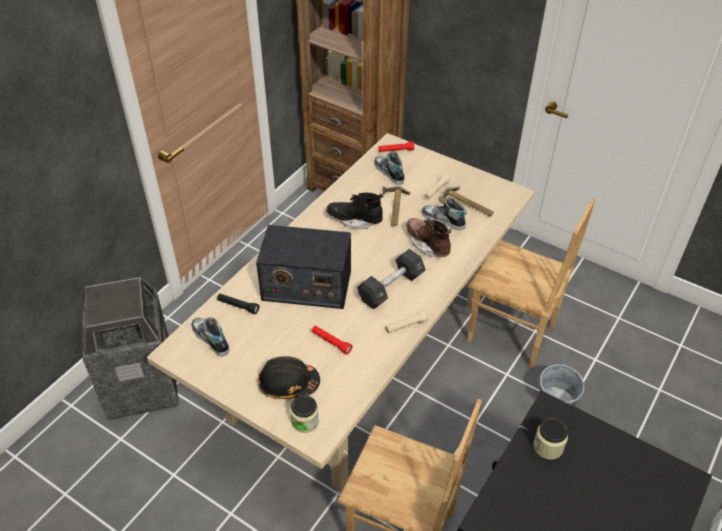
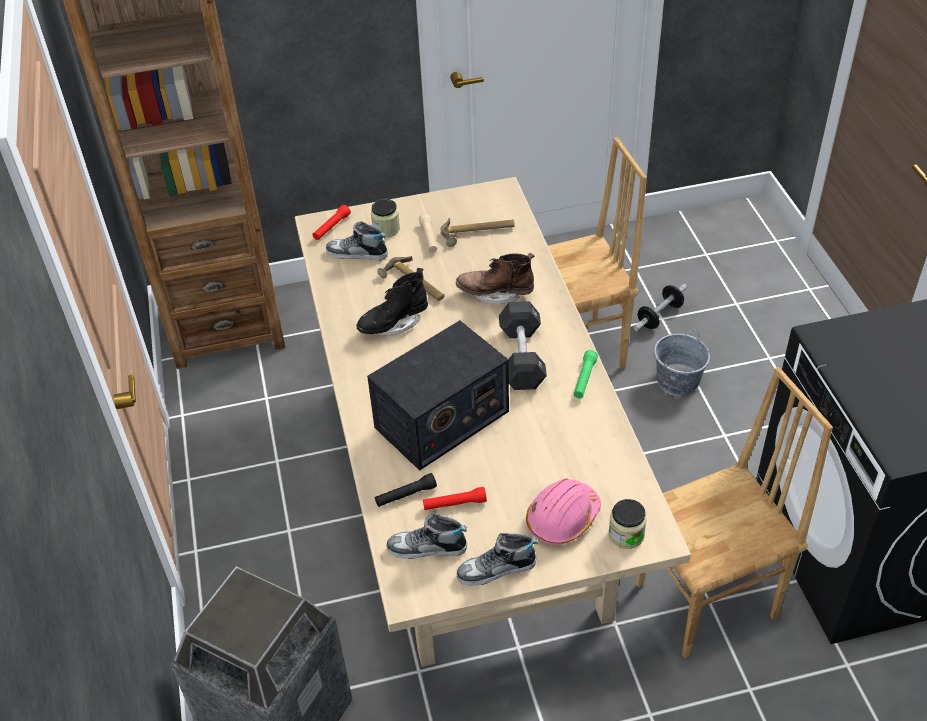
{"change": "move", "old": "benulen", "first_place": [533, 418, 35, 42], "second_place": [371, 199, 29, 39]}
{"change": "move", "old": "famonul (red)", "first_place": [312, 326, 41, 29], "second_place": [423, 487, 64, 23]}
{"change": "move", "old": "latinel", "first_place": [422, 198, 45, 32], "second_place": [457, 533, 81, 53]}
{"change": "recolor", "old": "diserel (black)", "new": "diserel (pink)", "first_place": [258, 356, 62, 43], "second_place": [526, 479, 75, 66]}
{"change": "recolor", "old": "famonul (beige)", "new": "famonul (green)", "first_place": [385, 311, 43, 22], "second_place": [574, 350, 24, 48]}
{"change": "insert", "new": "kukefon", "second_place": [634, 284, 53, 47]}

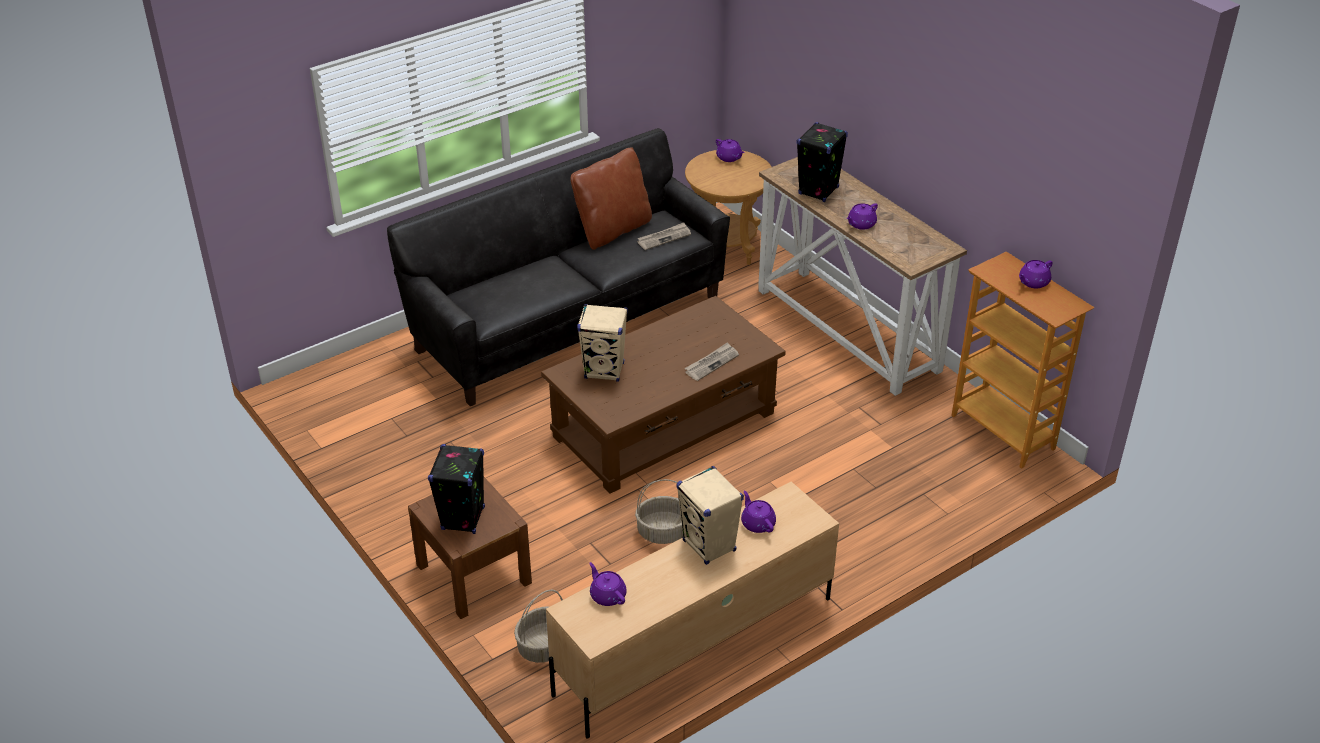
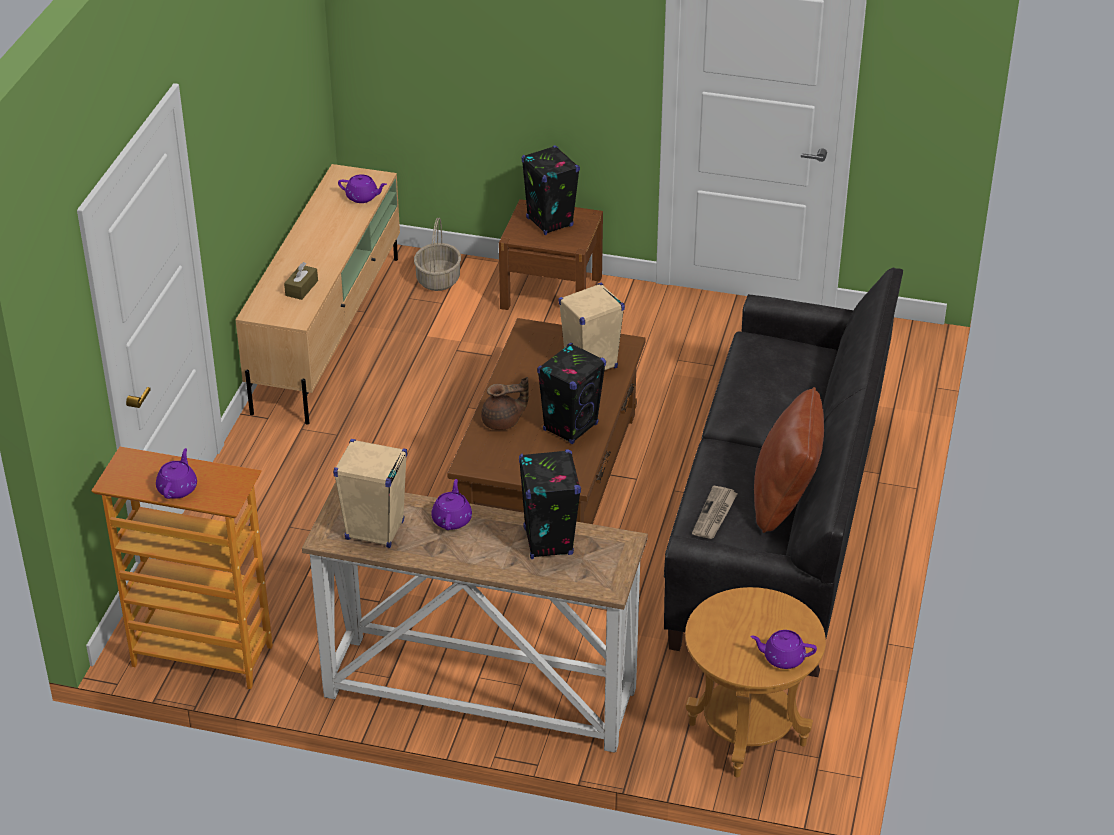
{"change": "replace", "old": "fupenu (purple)", "new": "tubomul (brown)", "first_place": [741, 491, 35, 42], "second_place": [284, 262, 34, 38]}
{"change": "move", "old": "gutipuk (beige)", "first_place": [676, 466, 68, 99], "second_place": [333, 439, 74, 109]}
{"change": "replace", "old": "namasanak", "new": "fupenu (brown)", "first_place": [685, 342, 54, 39], "second_place": [481, 377, 48, 53]}
{"change": "insert", "new": "gutipuk (black)", "second_place": [537, 343, 69, 101]}
{"change": "delete", "old": "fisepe", "first_place": [635, 479, 48, 65]}

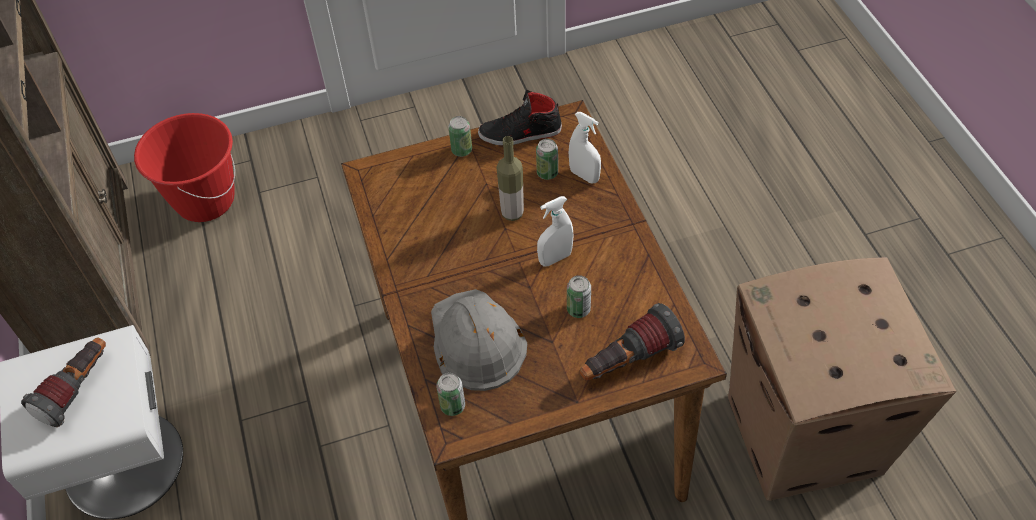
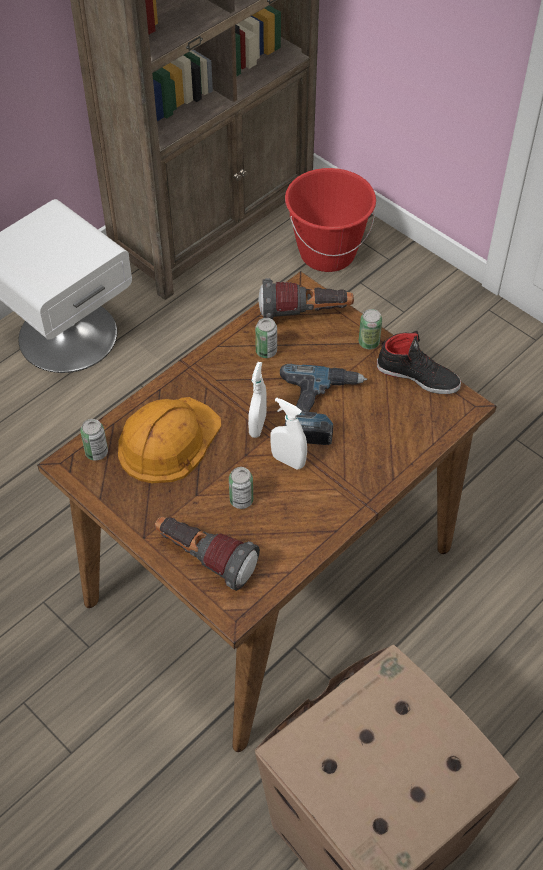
{"change": "recolor", "old": "diserel (grey)", "new": "diserel (orange)", "first_place": [431, 289, 96, 102], "second_place": [118, 397, 103, 86]}
{"change": "move", "old": "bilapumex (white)", "first_place": [569, 112, 32, 72], "second_place": [248, 362, 19, 76]}
{"change": "move", "old": "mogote", "first_place": [536, 139, 22, 41], "second_place": [255, 318, 22, 40]}
{"change": "move", "old": "famonul", "first_place": [21, 337, 85, 90], "second_place": [258, 278, 96, 41]}
{"change": "replace", "old": "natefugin", "new": "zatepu", "first_place": [496, 136, 28, 85], "second_place": [280, 363, 87, 82]}
{"change": "rotate", "old": "latinel (black)", "first_place": [478, 90, 84, 55], "second_place": [377, 331, 84, 63], "degrees": 150}

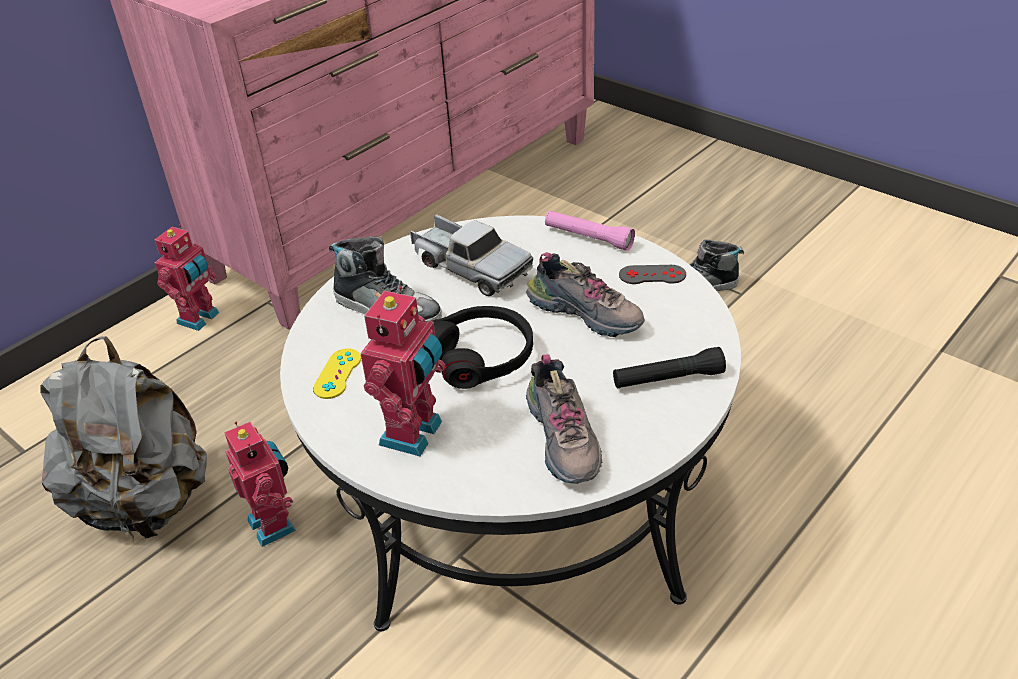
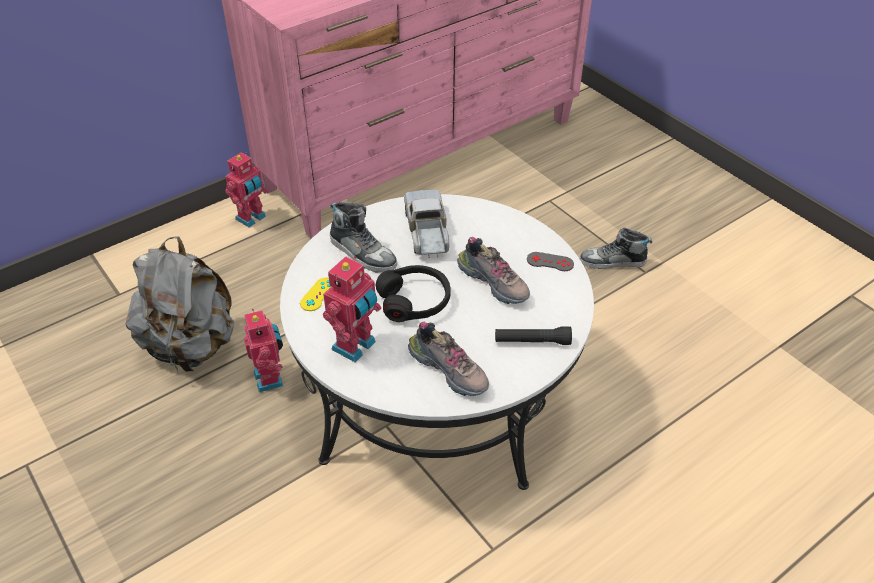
{"change": "rotate", "old": "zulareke", "first_place": [410, 214, 123, 82], "second_place": [404, 190, 45, 68], "degrees": -150}
{"change": "rotate", "old": "latinel", "first_place": [526, 354, 76, 130], "second_place": [408, 322, 81, 74], "degrees": -45}
{"change": "delete", "old": "famonul (pink)", "first_place": [545, 210, 90, 41]}

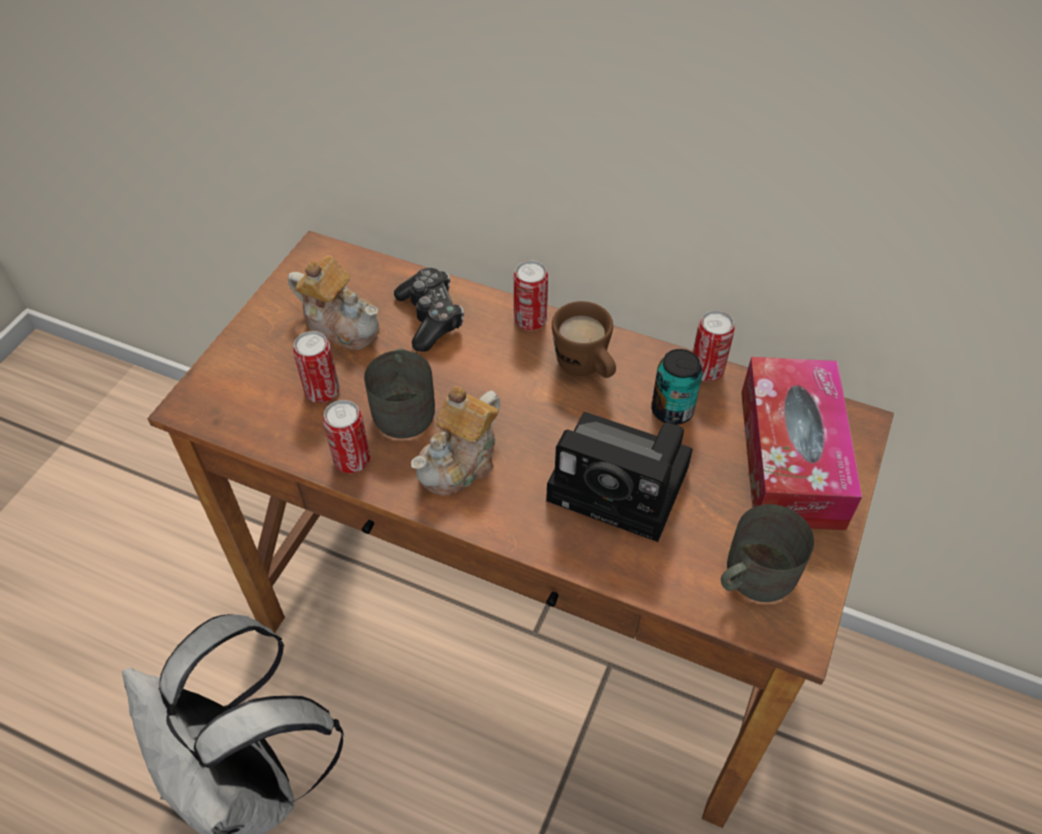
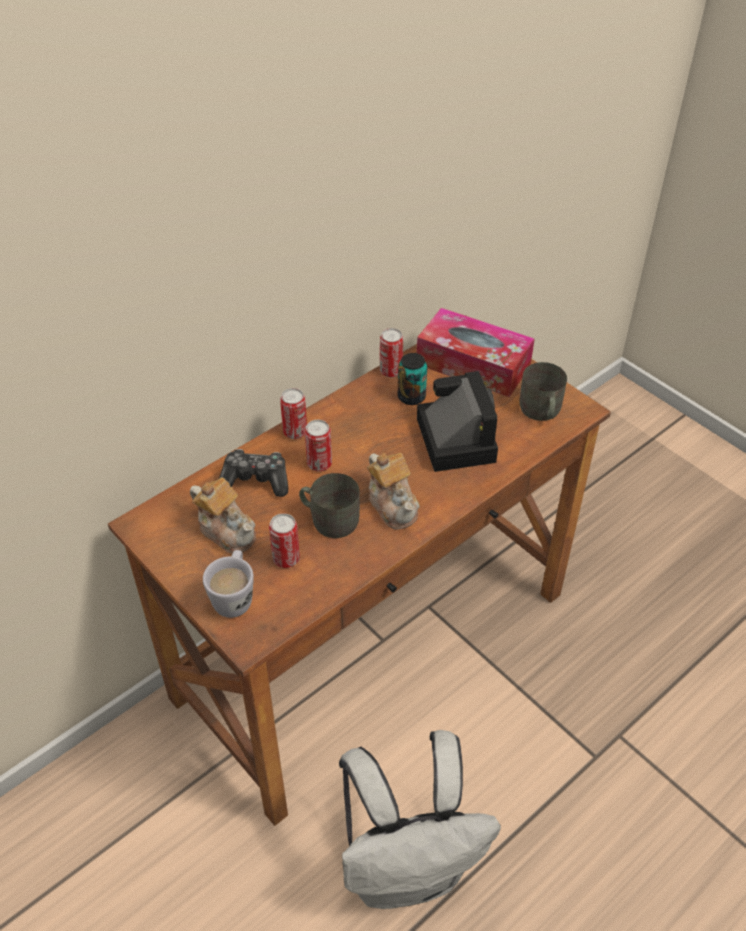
{"change": "rotate", "old": "fupenu", "first_place": [288, 255, 91, 95], "second_place": [190, 477, 66, 76], "degrees": 75}
{"change": "insert", "new": "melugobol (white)", "second_place": [203, 550, 51, 68]}
{"change": "move", "old": "mogote", "first_place": [323, 400, 47, 73], "second_place": [305, 420, 27, 52]}
{"change": "rotate", "old": "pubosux", "first_place": [546, 412, 147, 130], "second_place": [417, 371, 81, 101], "degrees": -60}
{"change": "delete", "old": "melugobol (brown)", "first_place": [552, 301, 64, 77]}

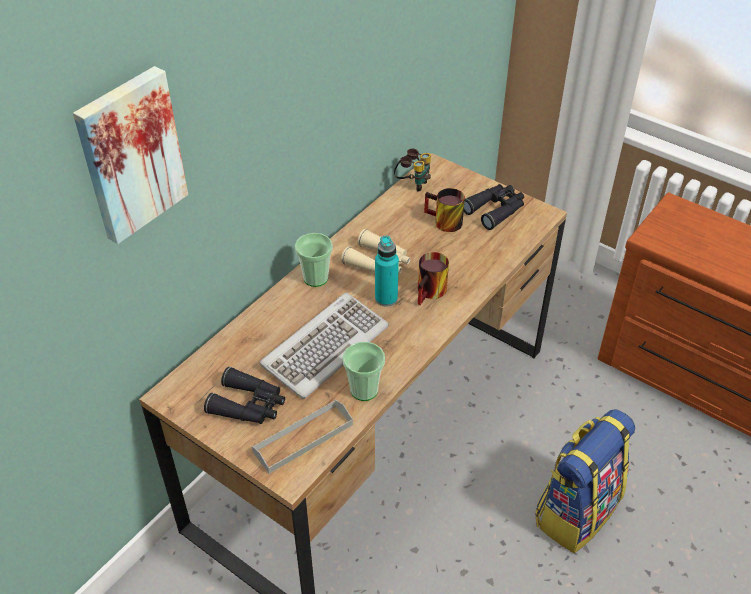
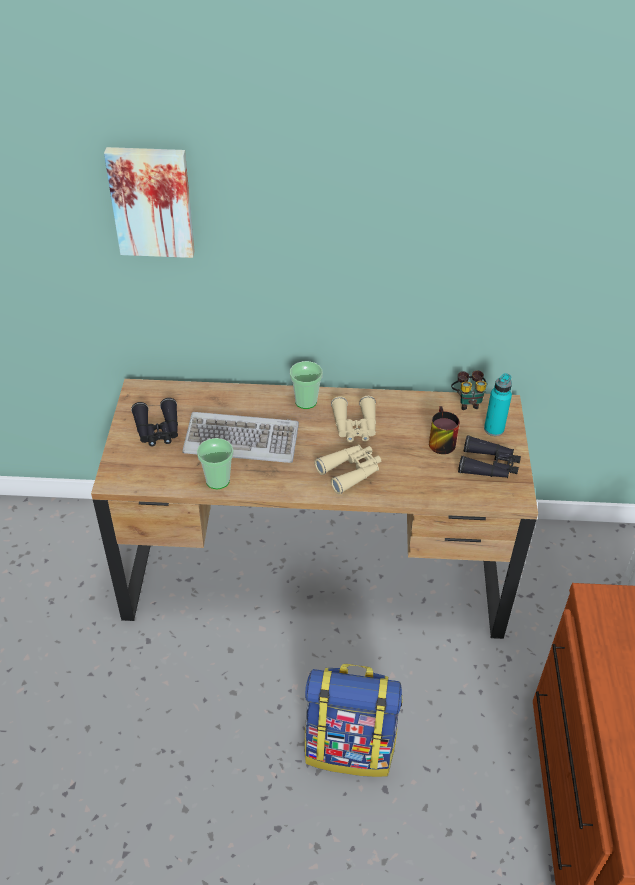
{"change": "replace", "old": "melugobol", "new": "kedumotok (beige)", "first_place": [418, 252, 31, 53], "second_place": [314, 444, 67, 50]}
{"change": "move", "old": "natefugin (turquoise)", "first_place": [375, 236, 24, 71], "second_place": [484, 373, 28, 63]}
{"change": "delete", "old": "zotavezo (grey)", "first_place": [252, 399, 101, 75]}

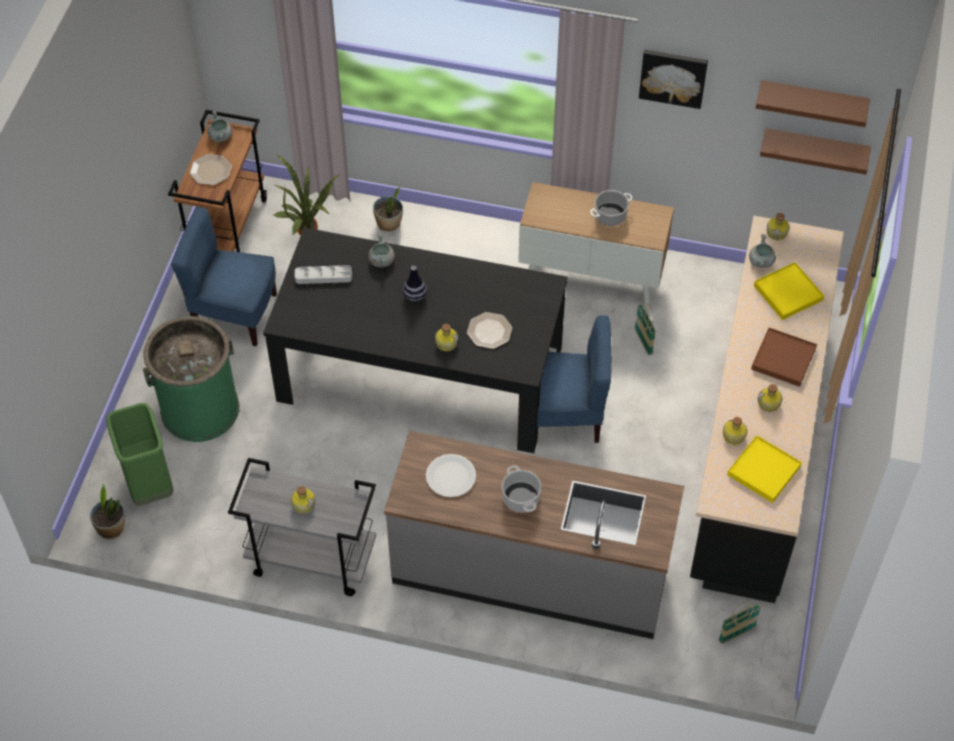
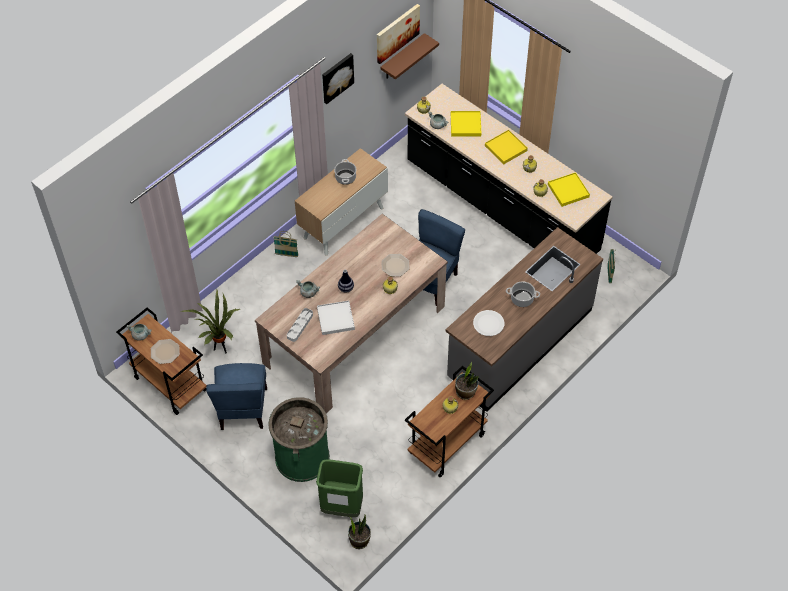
{"change": "rotate", "old": "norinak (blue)", "first_place": [171, 207, 106, 139], "second_place": [206, 363, 61, 67], "degrees": -45}
{"change": "recolor", "old": "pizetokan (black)", "new": "pizetokan (beige)", "first_place": [263, 227, 305, 226], "second_place": [255, 214, 193, 199]}
{"change": "move", "old": "fisepe", "first_place": [634, 303, 22, 52], "second_place": [273, 231, 26, 26]}
{"change": "insert", "new": "zotavezo (white)", "second_place": [317, 301, 38, 34]}
{"change": "replace", "old": "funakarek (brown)", "new": "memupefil", "first_place": [756, 80, 114, 47], "second_place": [377, 4, 43, 60]}
{"change": "recolor", "old": "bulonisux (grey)", "new": "bulonisux (brown)", "first_place": [228, 458, 148, 138], "second_place": [405, 366, 89, 112]}
{"change": "move", "old": "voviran", "first_place": [373, 187, 30, 45], "second_place": [455, 362, 24, 38]}
{"change": "recolor", "old": "zotavezo (brown)", "new": "zotavezo (yellow)", "first_place": [751, 328, 66, 59], "second_place": [485, 130, 43, 35]}

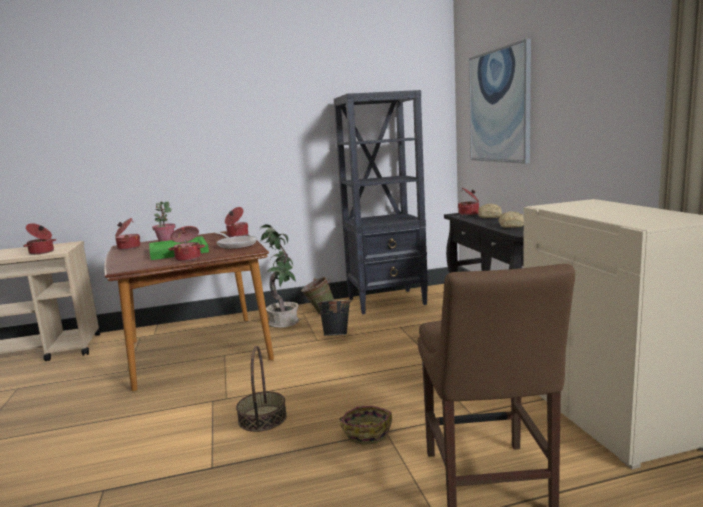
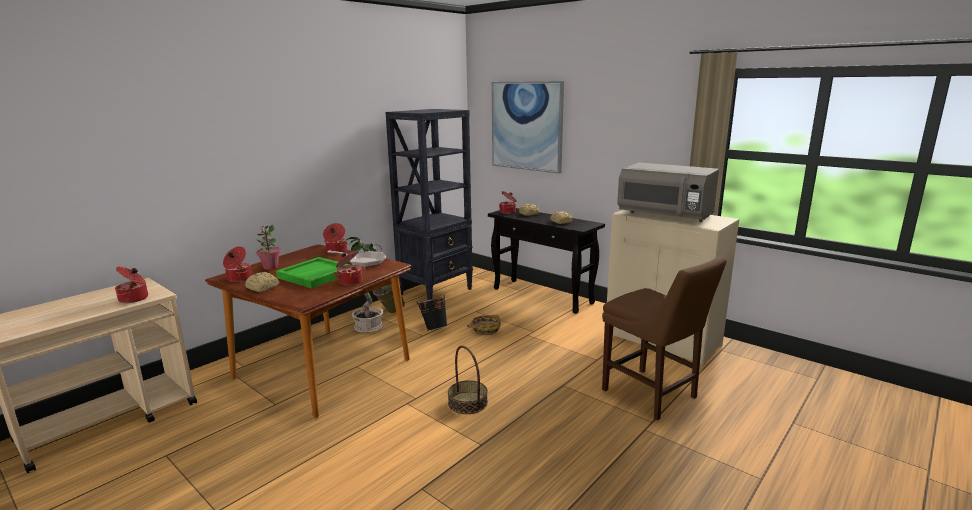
{"change": "insert", "new": "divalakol", "second_place": [245, 272, 34, 20]}
{"change": "move", "old": "fisepe", "first_place": [340, 406, 52, 39], "second_place": [467, 315, 34, 20]}
{"change": "insert", "new": "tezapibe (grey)", "second_place": [617, 163, 102, 59]}

